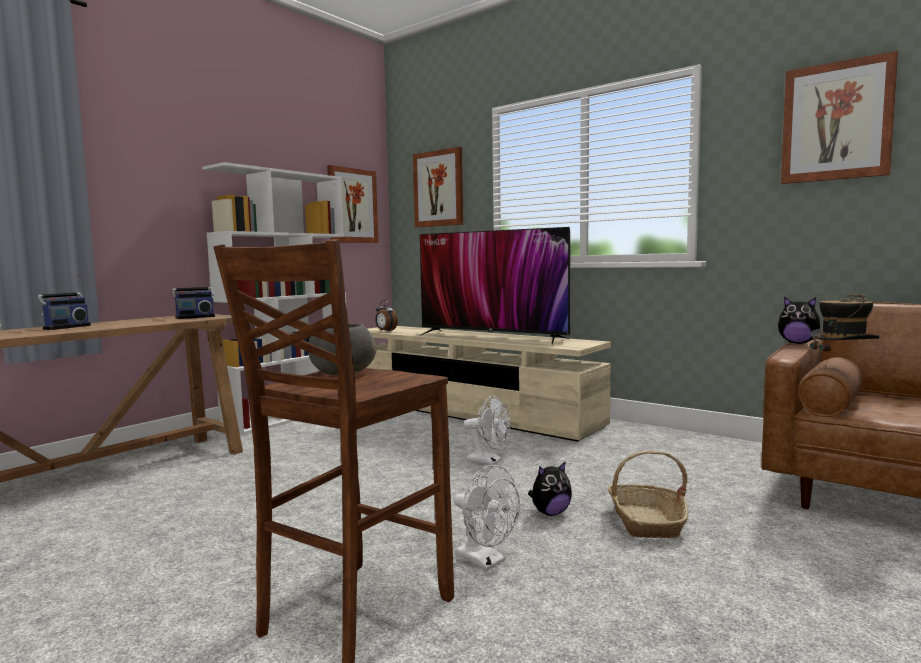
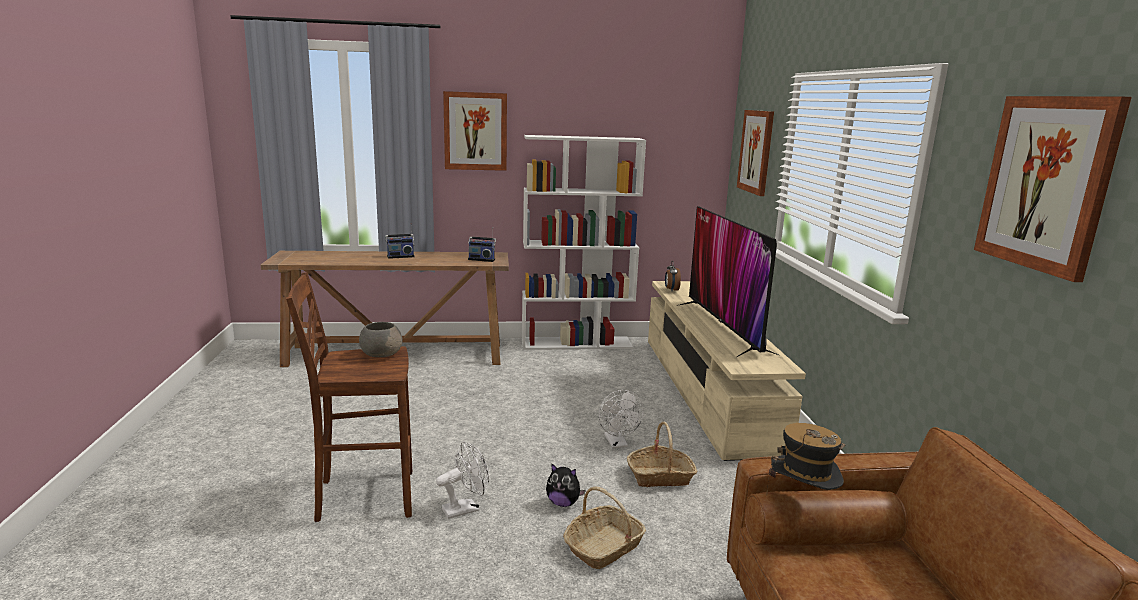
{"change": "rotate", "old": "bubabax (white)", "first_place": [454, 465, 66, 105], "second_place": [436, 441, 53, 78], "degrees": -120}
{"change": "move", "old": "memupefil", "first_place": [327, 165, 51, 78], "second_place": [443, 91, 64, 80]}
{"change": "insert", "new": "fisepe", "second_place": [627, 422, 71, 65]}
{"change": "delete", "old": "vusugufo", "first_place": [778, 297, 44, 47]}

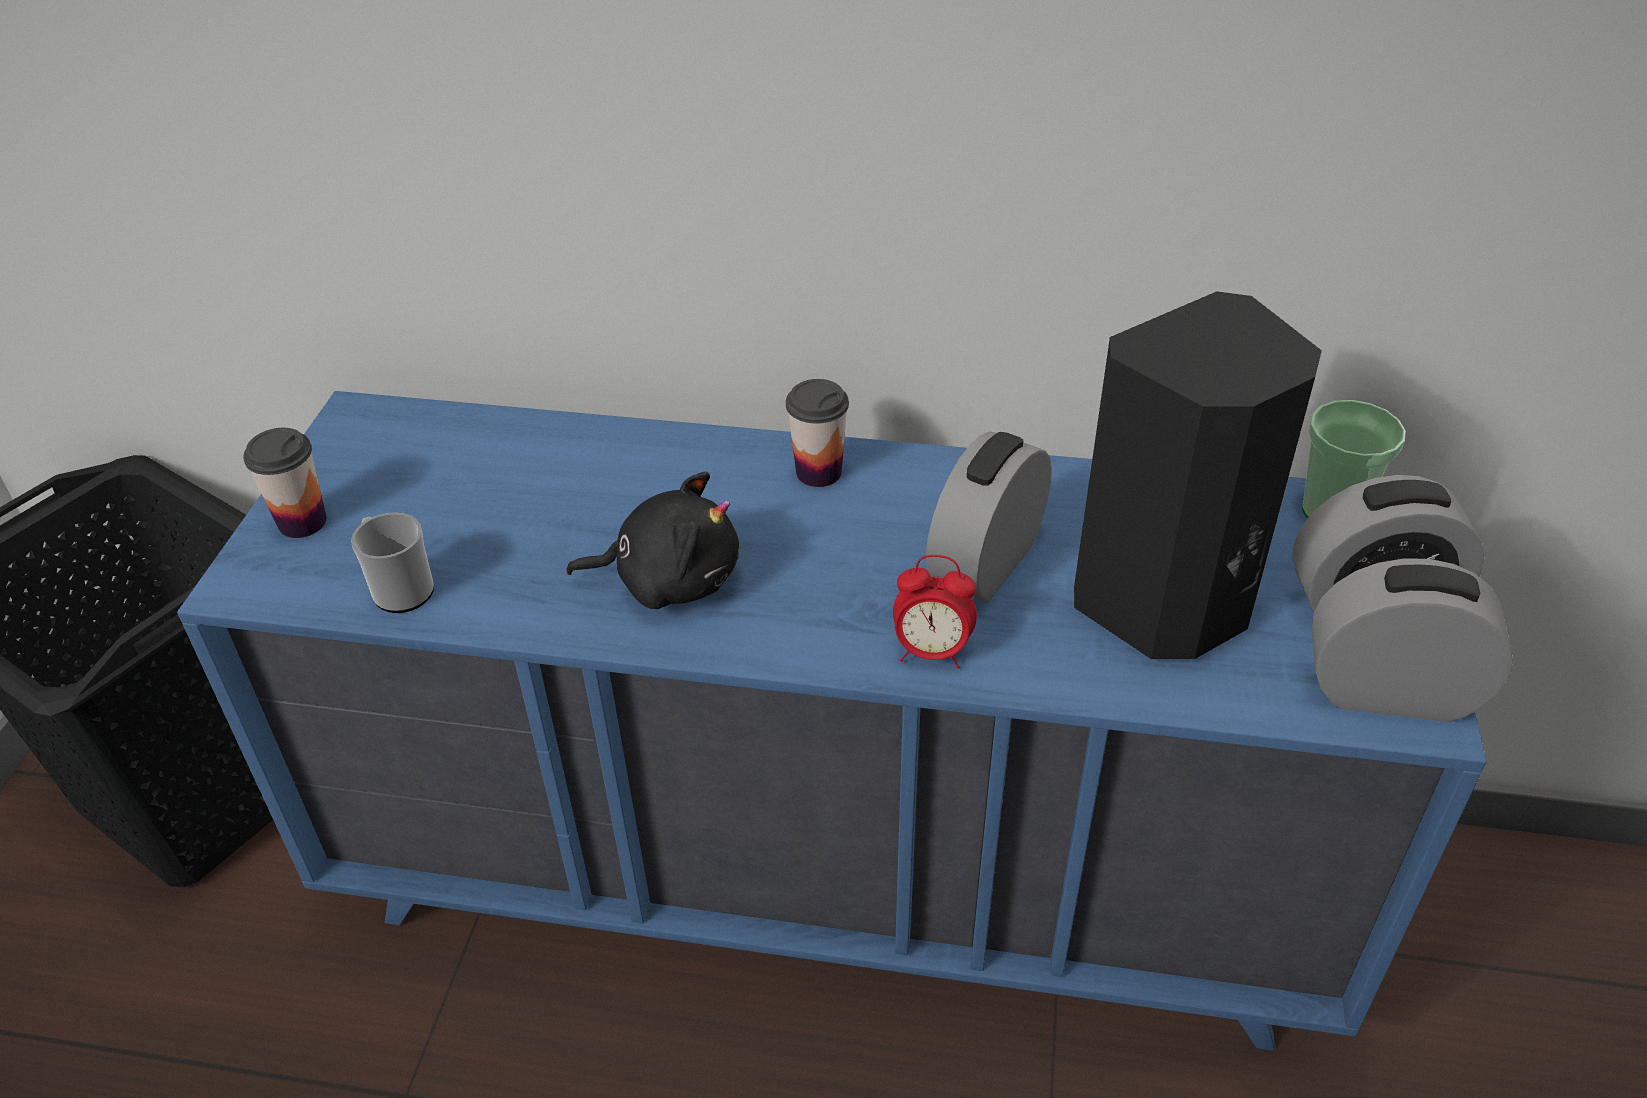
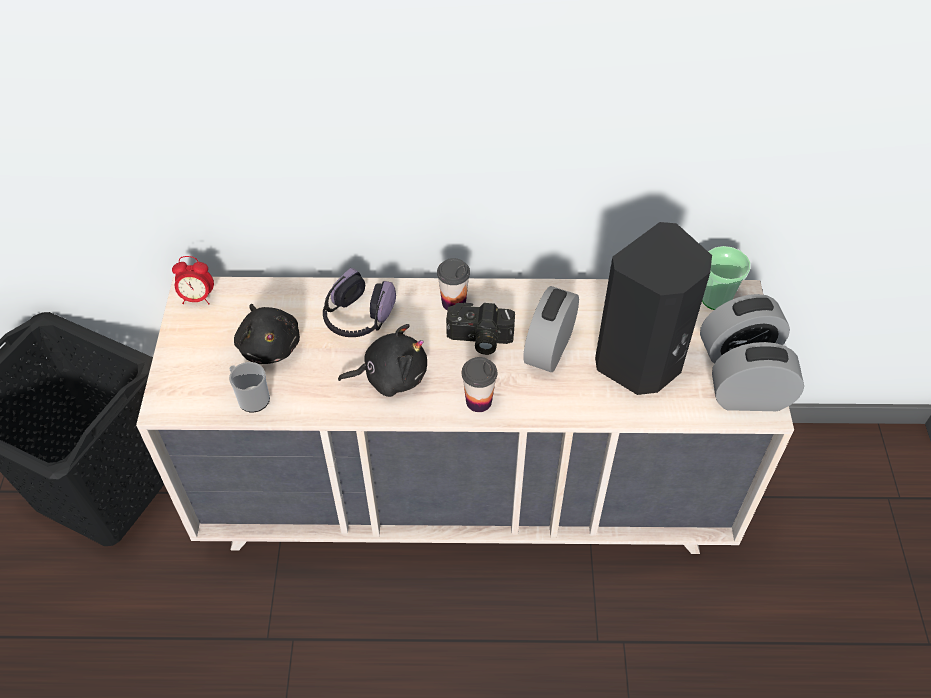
{"change": "recolor", "old": "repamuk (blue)", "new": "repamuk (beige)", "first_place": [177, 391, 1309, 660], "second_place": [136, 277, 658, 277]}
{"change": "move", "old": "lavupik", "first_place": [893, 555, 84, 113], "second_place": [172, 256, 42, 49]}
{"change": "insert", "new": "vusugufo (black)", "second_place": [234, 304, 66, 60]}
{"change": "insert", "new": "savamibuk", "second_place": [323, 268, 73, 69]}
{"change": "insert", "new": "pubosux", "second_place": [446, 303, 69, 52]}
{"change": "move", "old": "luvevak", "first_place": [243, 428, 84, 110], "second_place": [462, 357, 35, 55]}

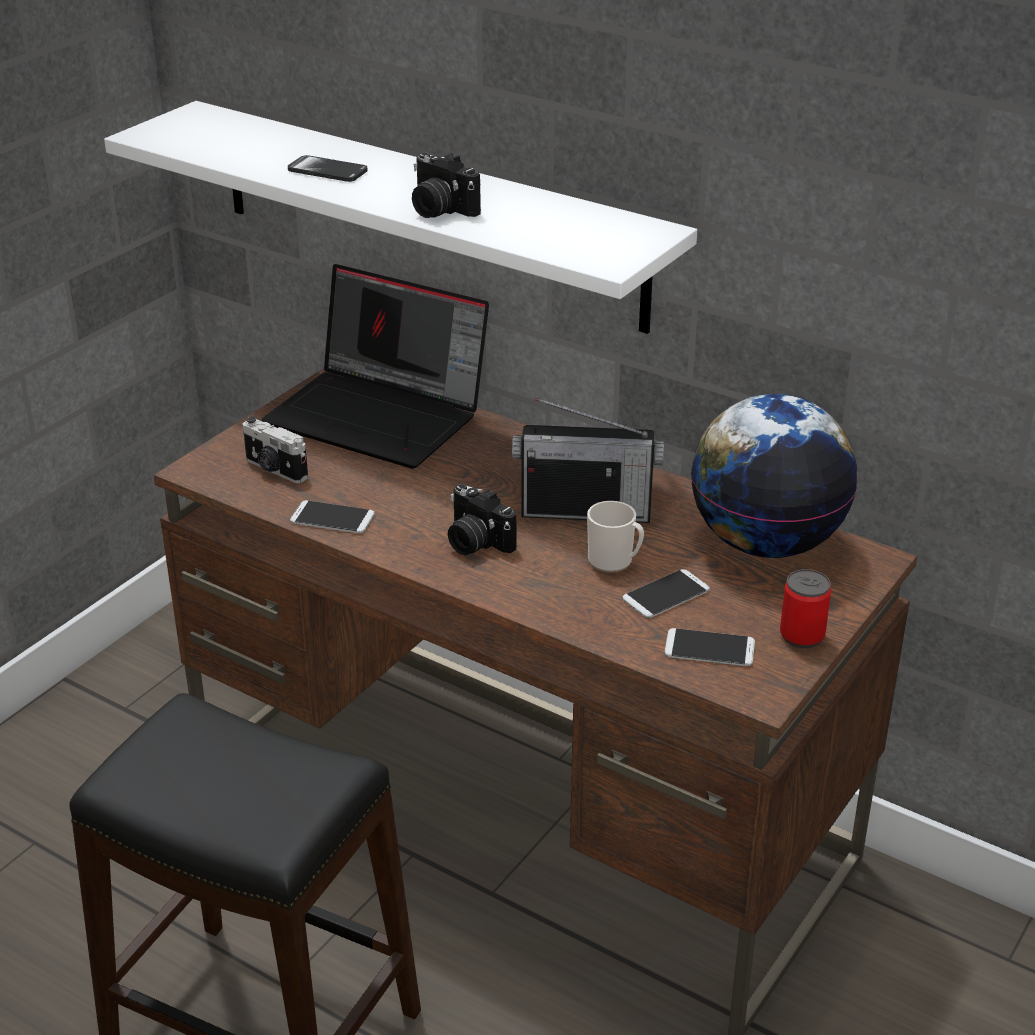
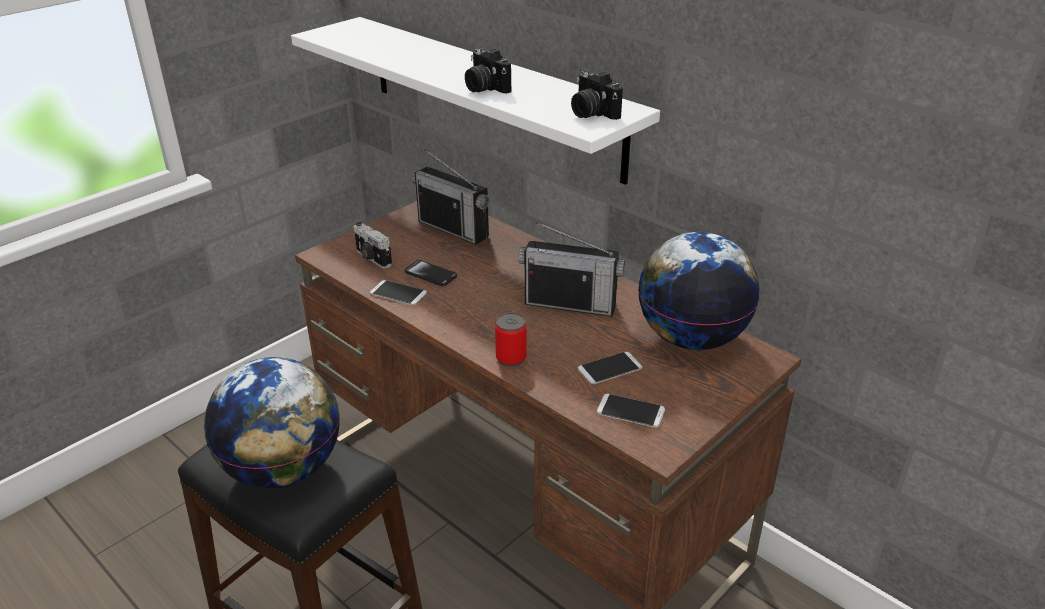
{"change": "insert", "new": "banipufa", "second_place": [204, 357, 136, 132]}
{"change": "move", "old": "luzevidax", "first_place": [288, 155, 80, 27], "second_place": [405, 260, 52, 26]}
{"change": "replace", "old": "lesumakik", "new": "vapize", "first_place": [262, 264, 227, 205], "second_place": [412, 149, 77, 96]}
{"change": "move", "old": "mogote", "first_place": [780, 569, 51, 79], "second_place": [495, 313, 31, 54]}
{"change": "move", "old": "pubosux", "first_place": [448, 484, 69, 71], "second_place": [571, 70, 52, 50]}
{"change": "delete", "old": "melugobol", "first_place": [587, 501, 57, 72]}

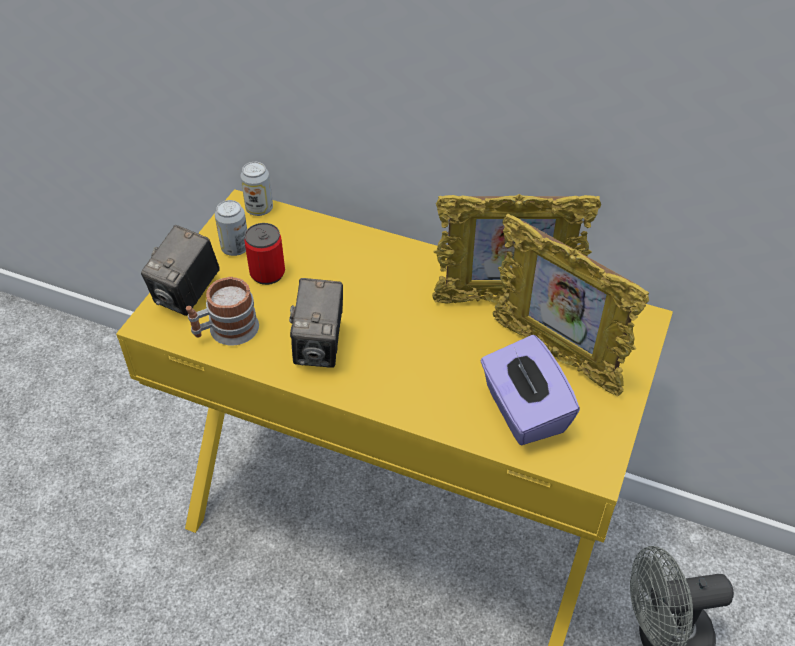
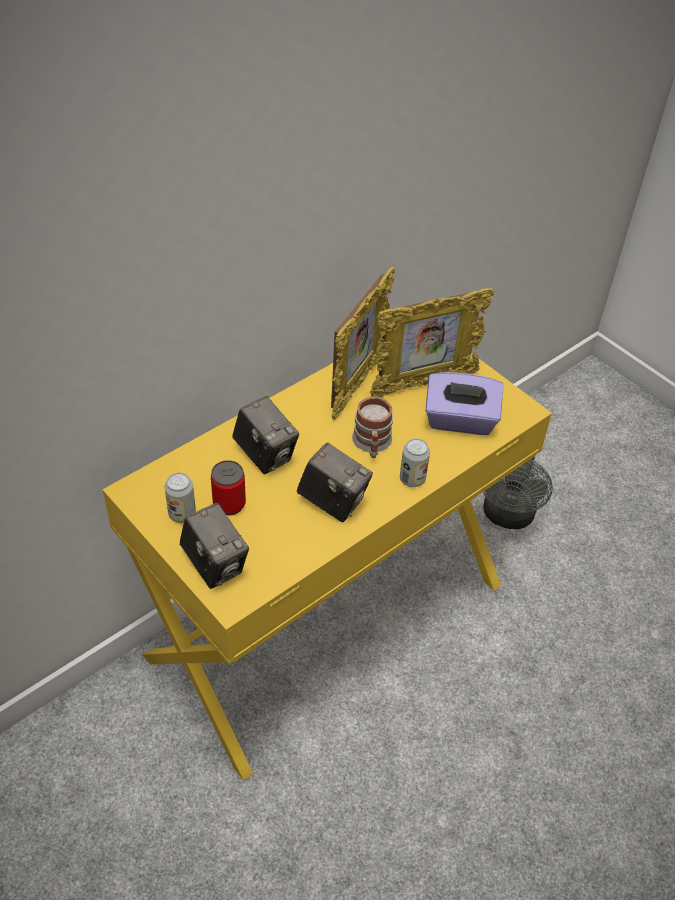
{"change": "insert", "new": "pubosux", "second_place": [232, 396, 67, 78]}
{"change": "move", "old": "melugobol", "first_place": [186, 277, 73, 68], "second_place": [352, 396, 41, 62]}
{"change": "move", "old": "mogote", "first_place": [240, 162, 33, 54], "second_place": [400, 438, 30, 49]}

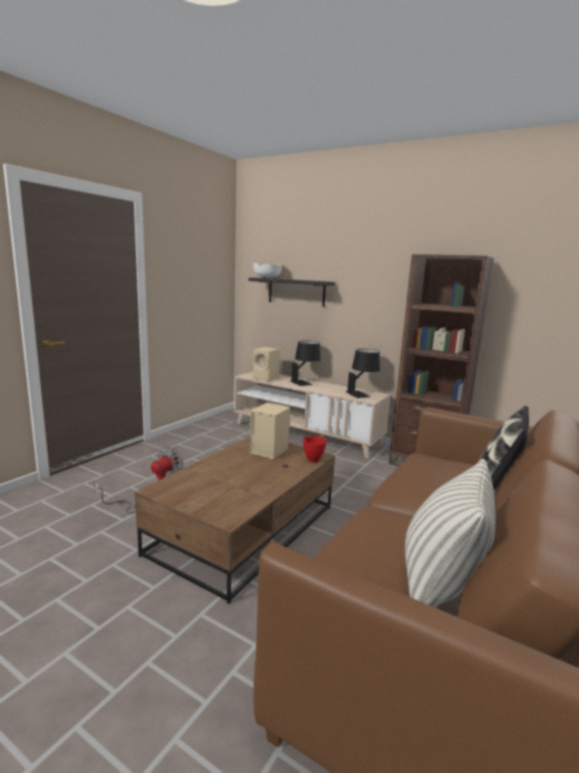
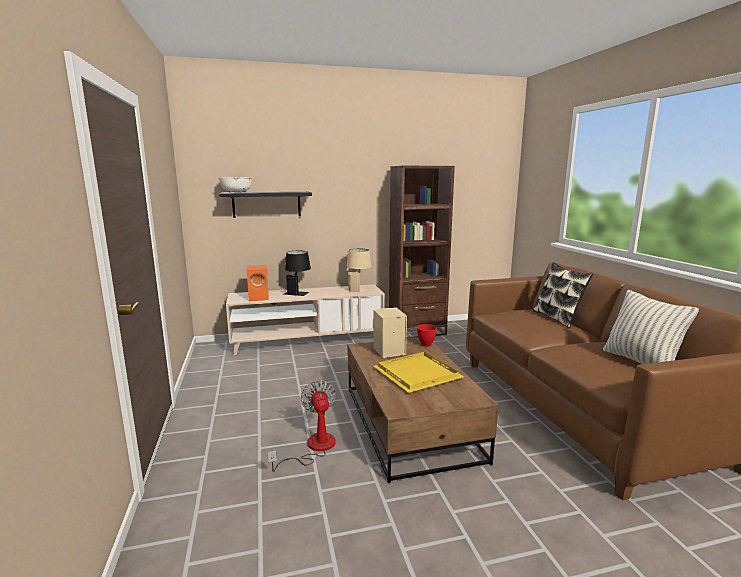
{"change": "recolor", "old": "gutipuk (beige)", "new": "gutipuk (orange)", "first_place": [253, 347, 27, 34], "second_place": [247, 265, 22, 36]}
{"change": "recolor", "old": "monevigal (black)", "new": "monevigal (beige)", "first_place": [345, 349, 35, 49], "second_place": [344, 249, 28, 44]}
{"change": "insert", "new": "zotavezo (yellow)", "second_place": [374, 352, 90, 41]}

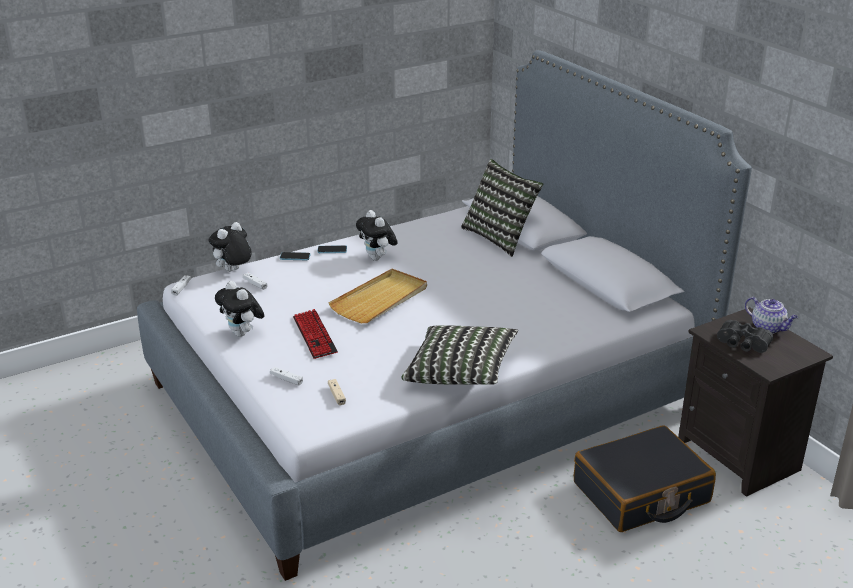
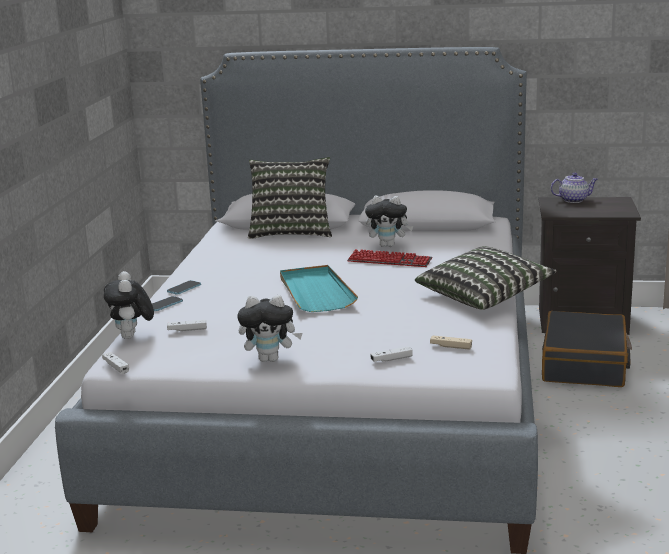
{"change": "recolor", "old": "zotavezo (beige)", "new": "zotavezo (turquoise)", "first_place": [328, 269, 99, 54], "second_place": [280, 265, 78, 47]}
{"change": "move", "old": "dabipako", "first_place": [293, 309, 45, 50], "second_place": [347, 249, 85, 18]}
{"change": "move", "old": "vusugufo", "first_place": [356, 210, 42, 51], "second_place": [365, 196, 49, 51]}
{"change": "delete", "old": "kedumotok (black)", "first_place": [717, 320, 56, 33]}

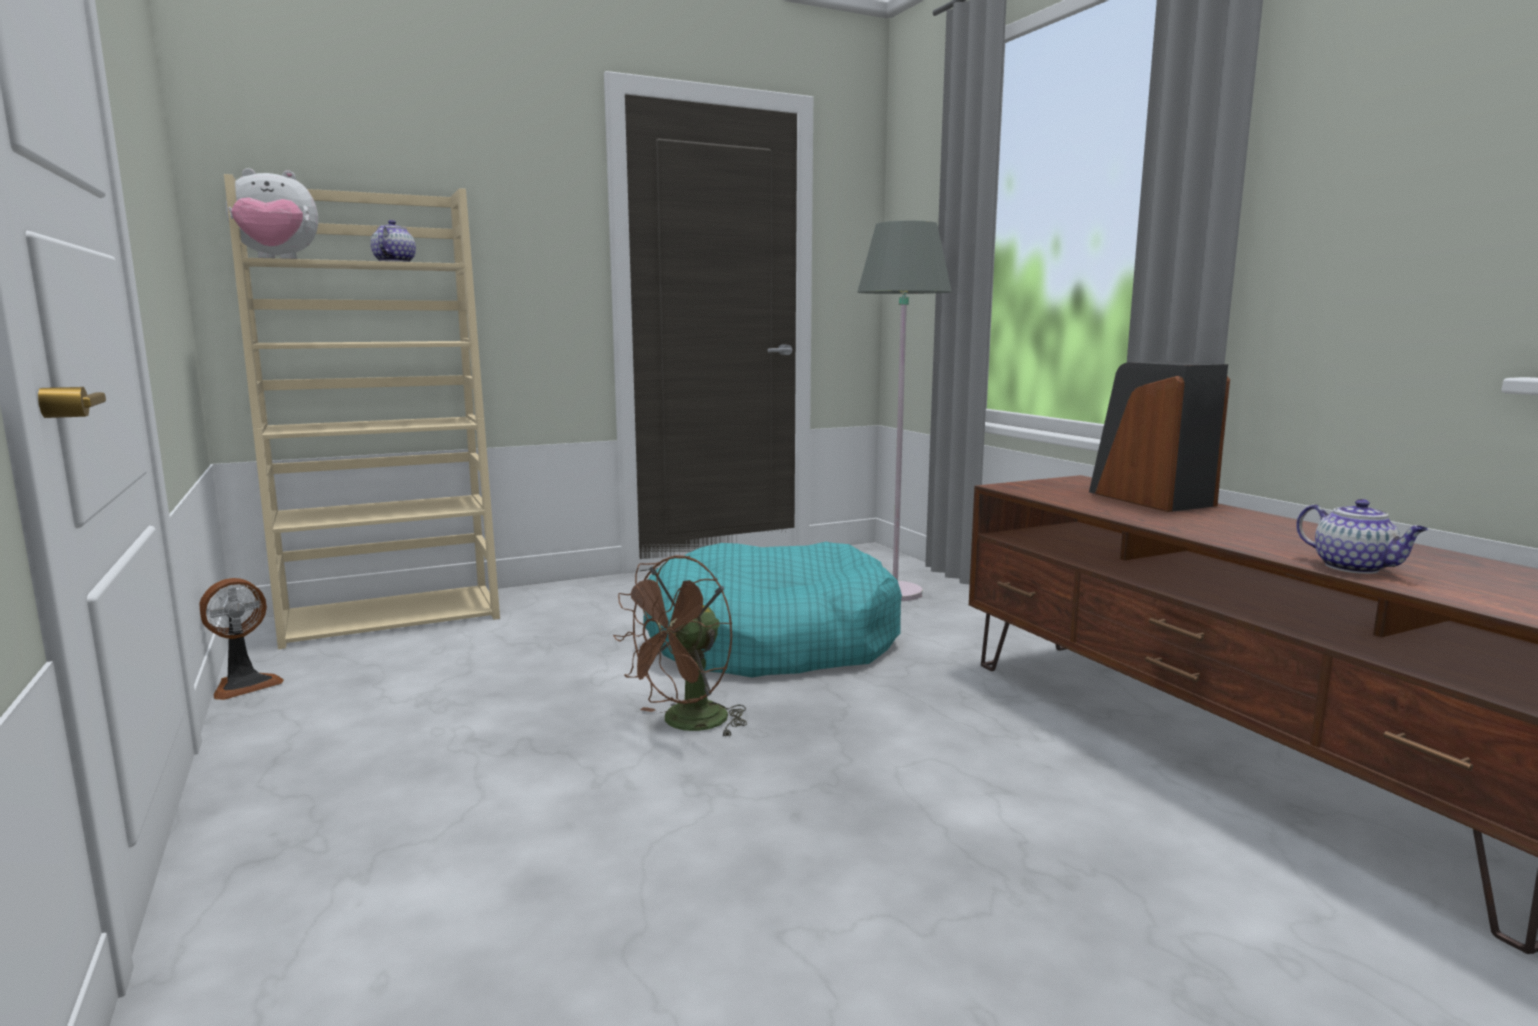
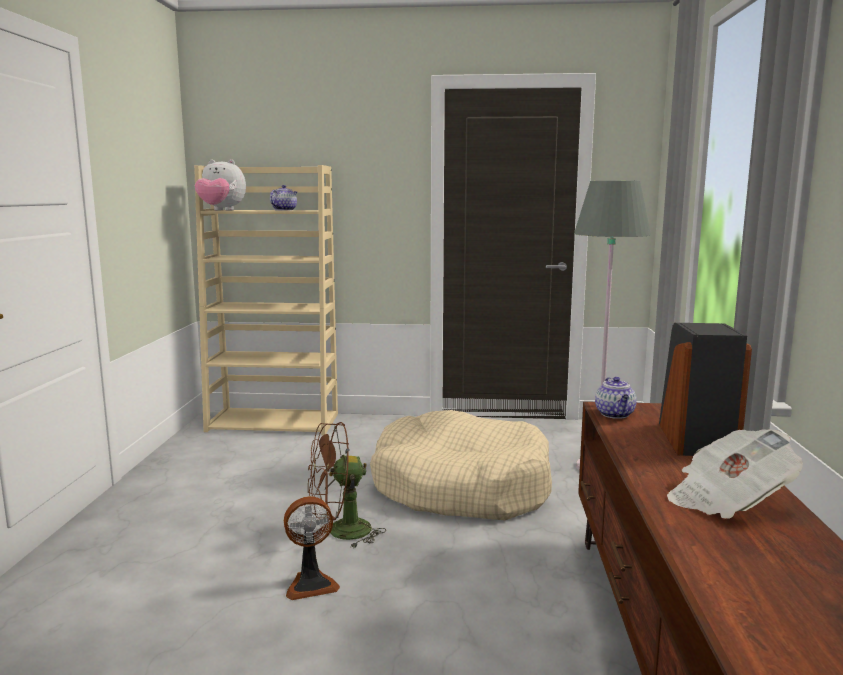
{"change": "move", "old": "bubabax", "first_place": [199, 578, 85, 122], "second_place": [284, 496, 56, 104]}
{"change": "recolor", "old": "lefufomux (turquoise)", "new": "lefufomux (beige)", "first_place": [643, 542, 259, 136], "second_place": [370, 410, 182, 110]}
{"change": "move", "old": "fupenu", "first_place": [1296, 499, 132, 75], "second_place": [595, 377, 42, 42]}
{"change": "insert", "new": "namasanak", "second_place": [667, 429, 136, 90]}

